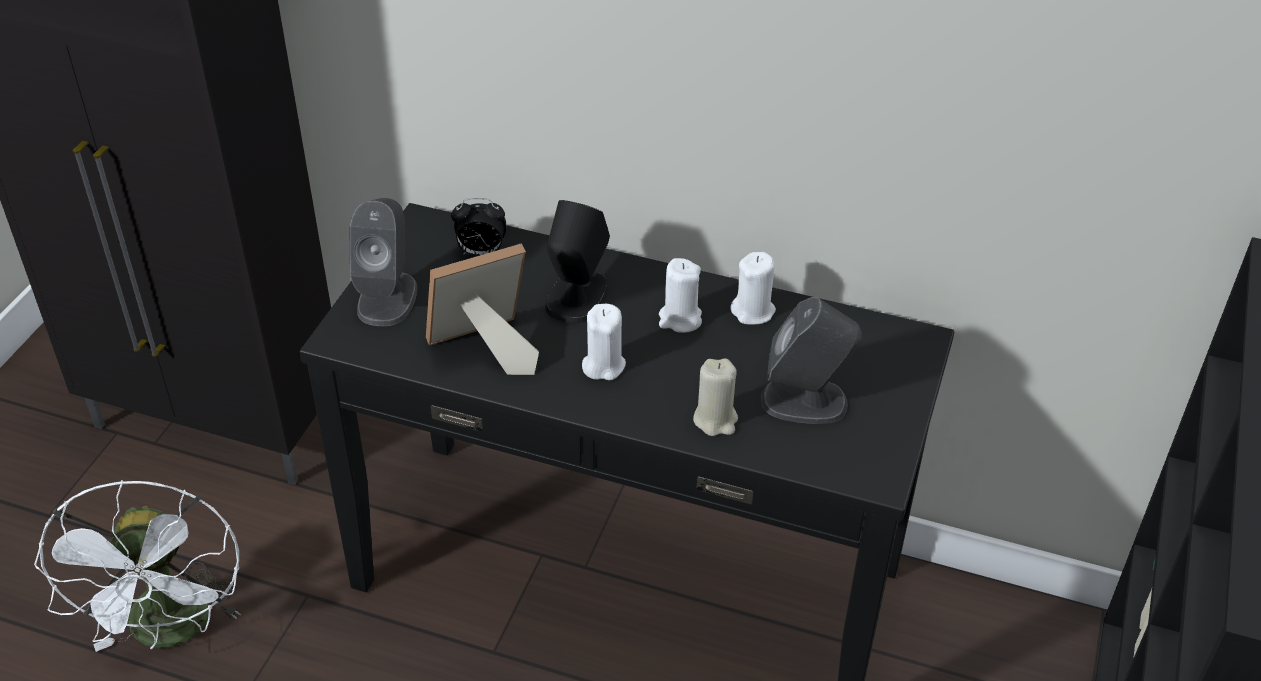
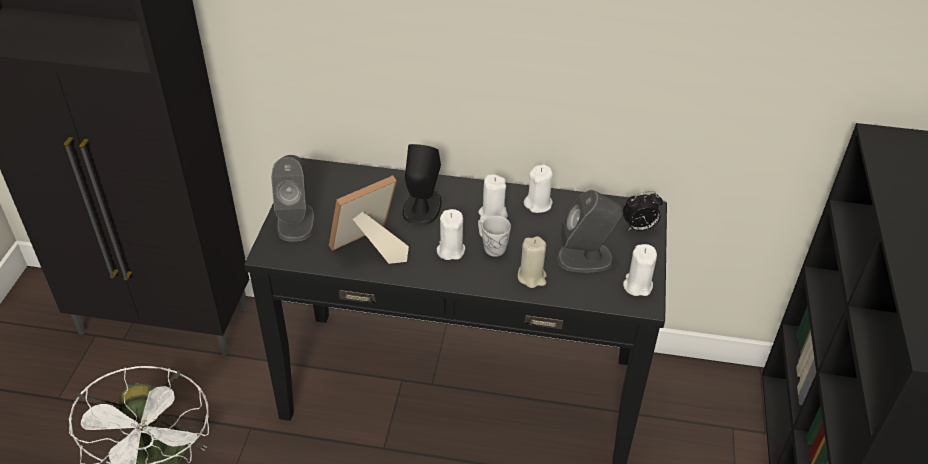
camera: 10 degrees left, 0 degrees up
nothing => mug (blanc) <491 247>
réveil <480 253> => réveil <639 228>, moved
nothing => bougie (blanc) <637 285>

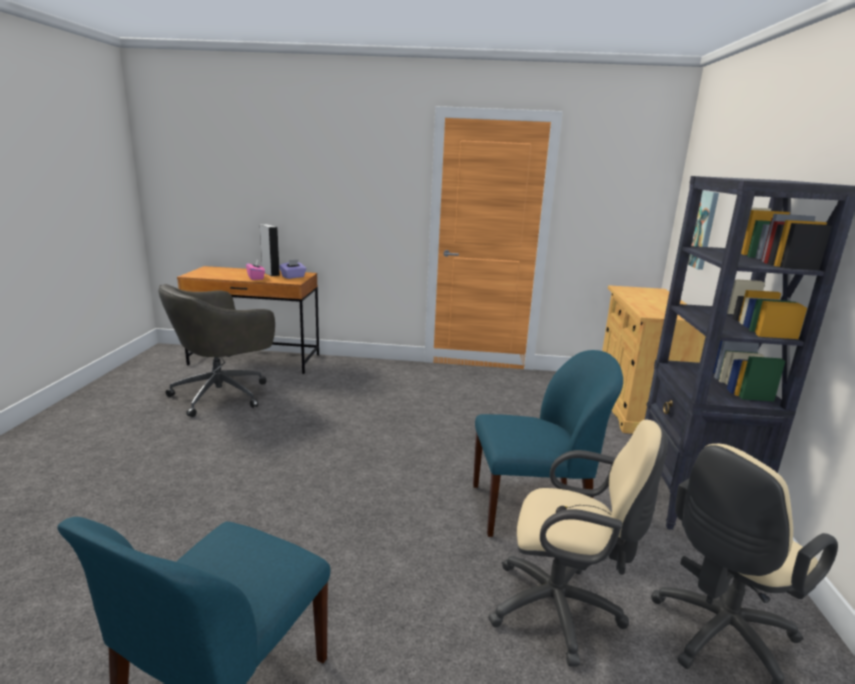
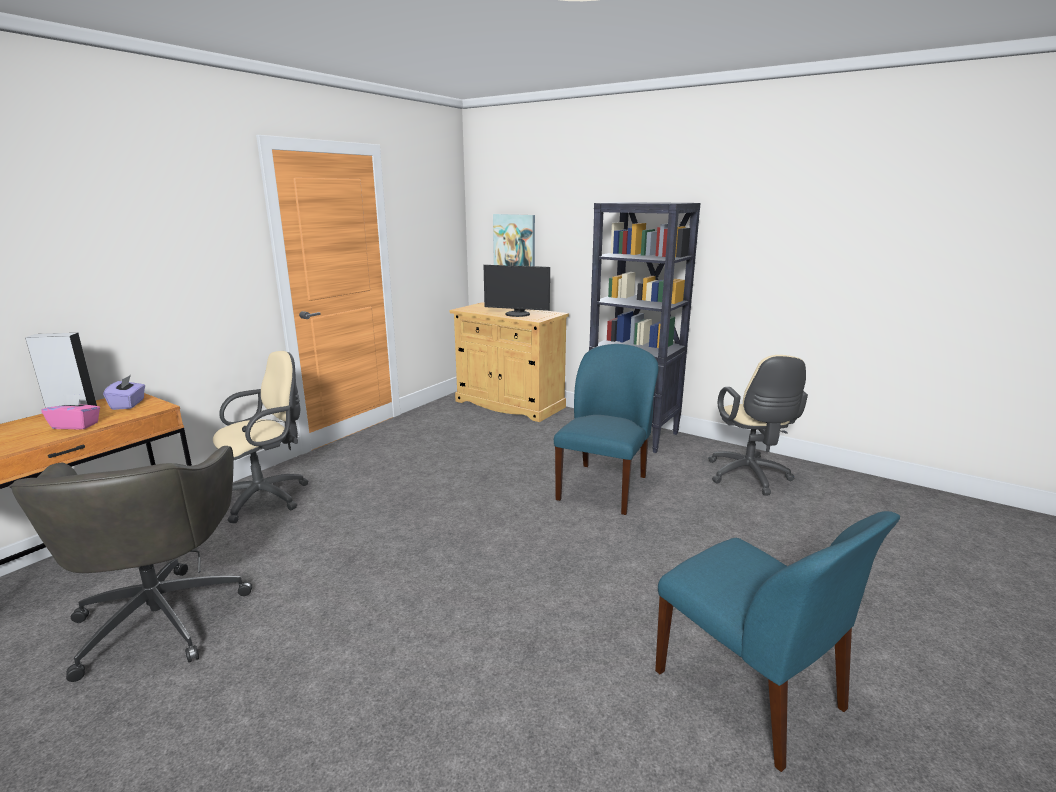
camera: 60 degrees left, 0 degrees up
chaise de bureau (beige) <562 610> => chaise de bureau (beige) <267 497>, moved
nothing => écran d'ordinateur <517 314>

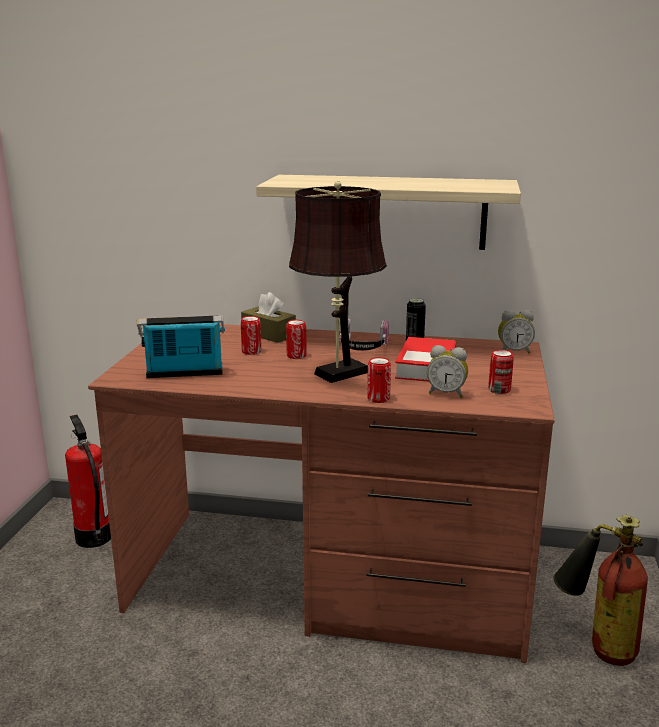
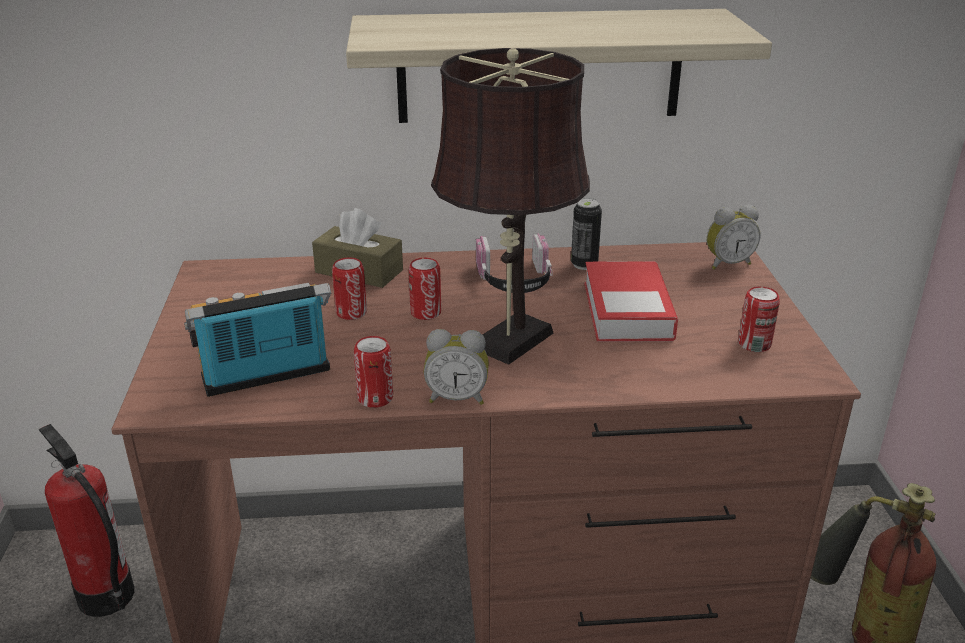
camera: 15 degrees left, 10 degrees up
boîte métallique <378 399> => boîte métallique <375 398>, moved
réveil <446 393> => réveil <457 398>, moved

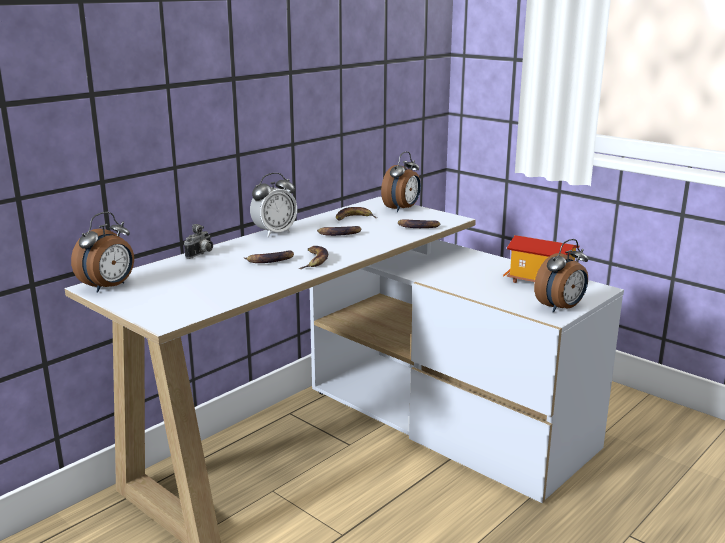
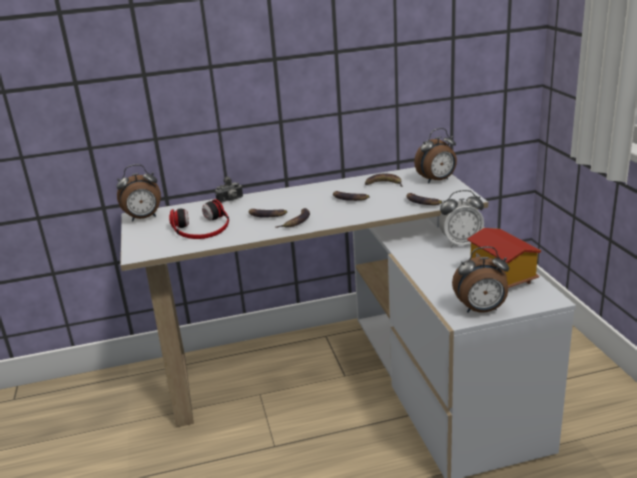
camera: 35 degrees right, 5 degrees up
nothing => casque audio <202 228>
réveil <274 233> => réveil <460 243>, moved

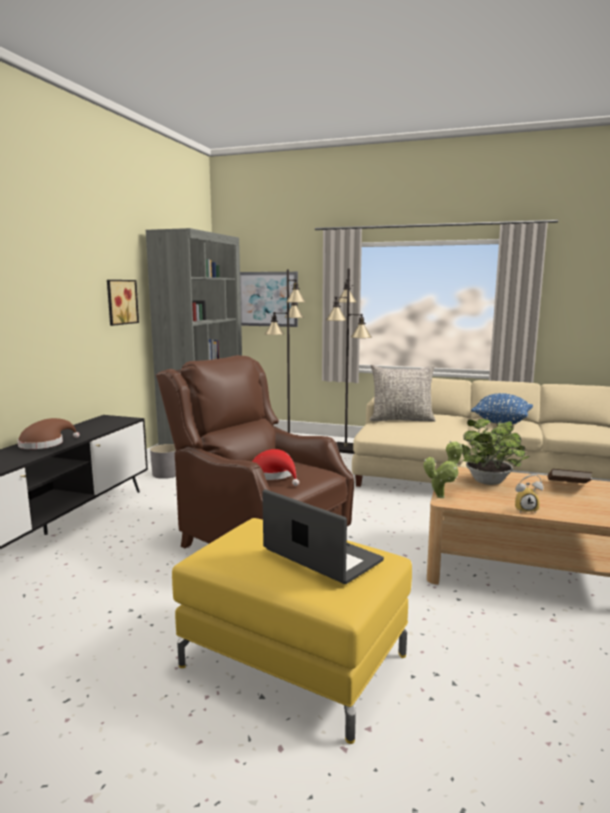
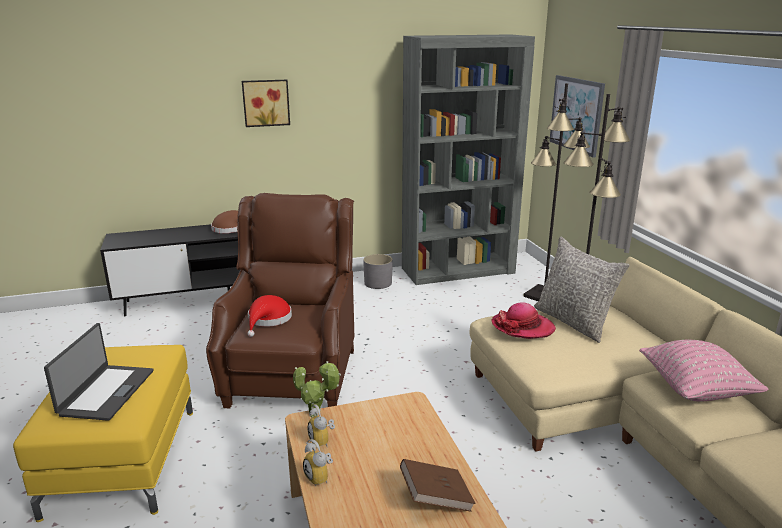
camera: 55 degrees right, 10 degrees up
tableau <120 302> => tableau <266 103>, moved
nothing => réveil <323 441>
nothing => chapeau <522 327>
coussin (bleu) <501 422> => coussin (rose) <695 389>
plante en pot <490 483> => nothing

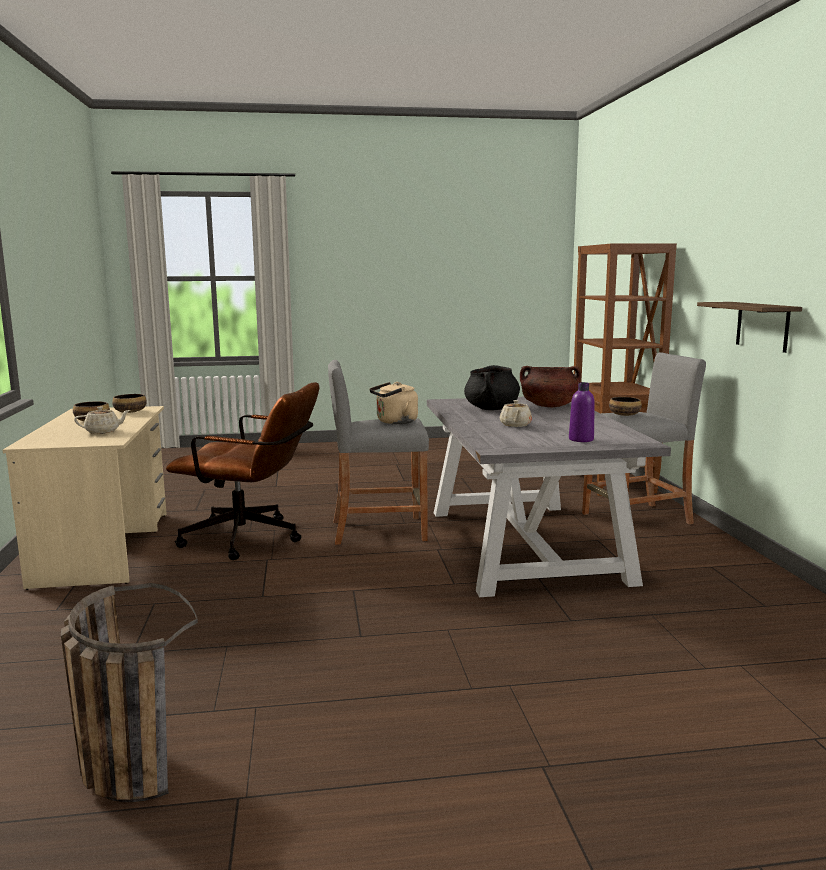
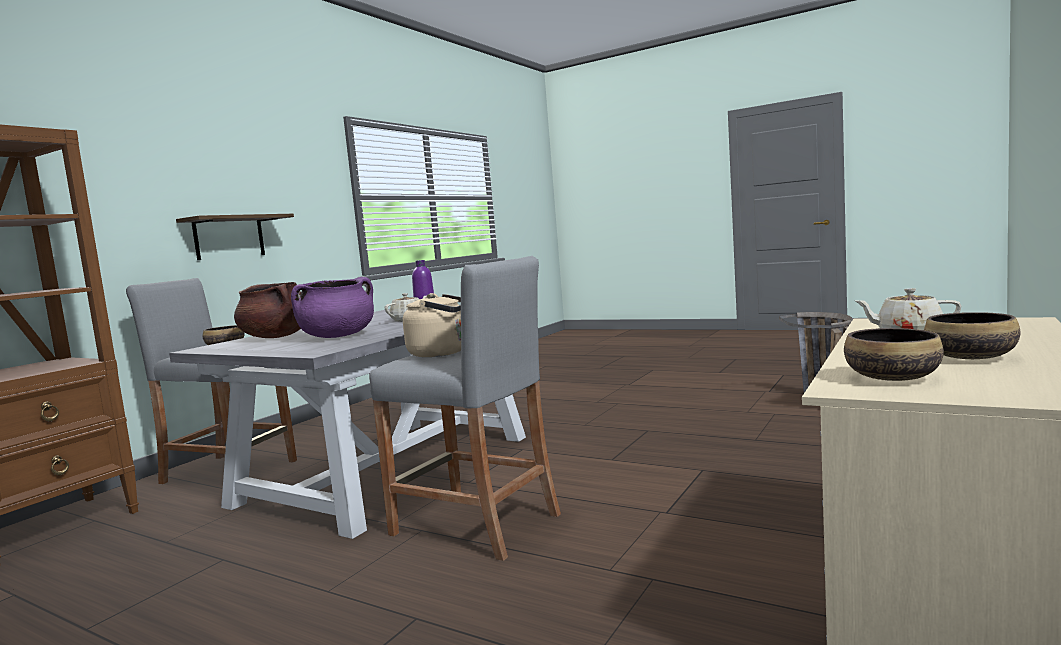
camera: 140 degrees left, 5 degrees down
marmite (noir) <491 409> => marmite (violet) <338 336>
chaise de bureau (marron) <252 539> => nothing

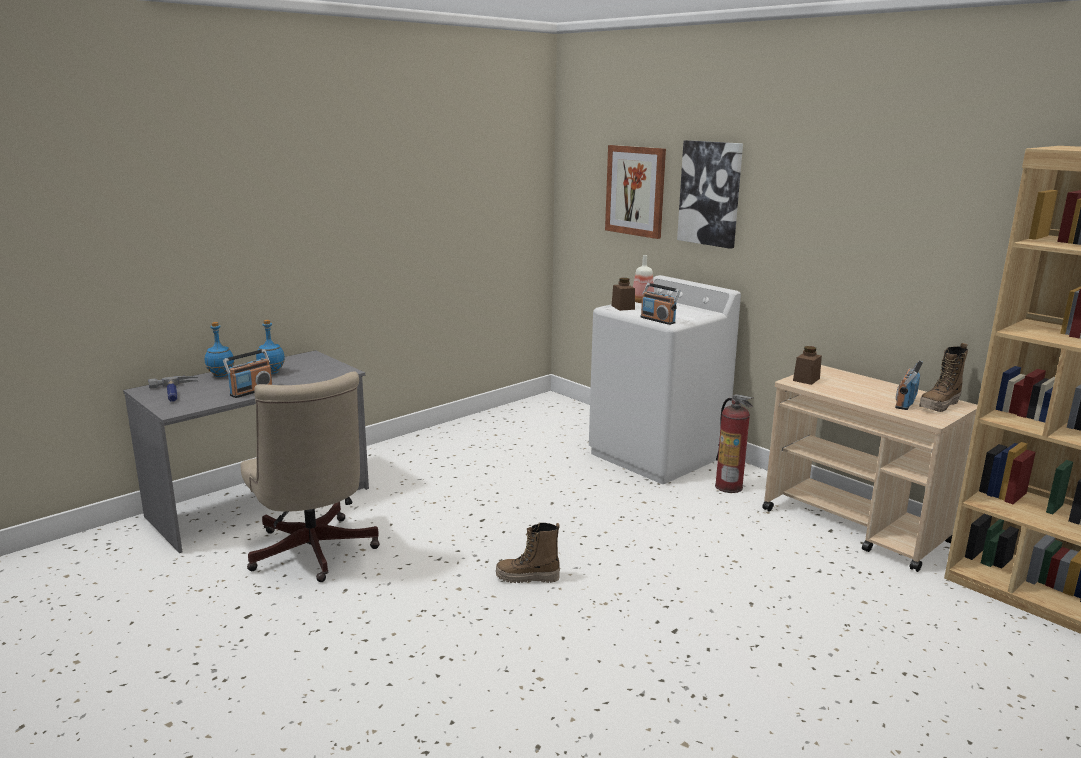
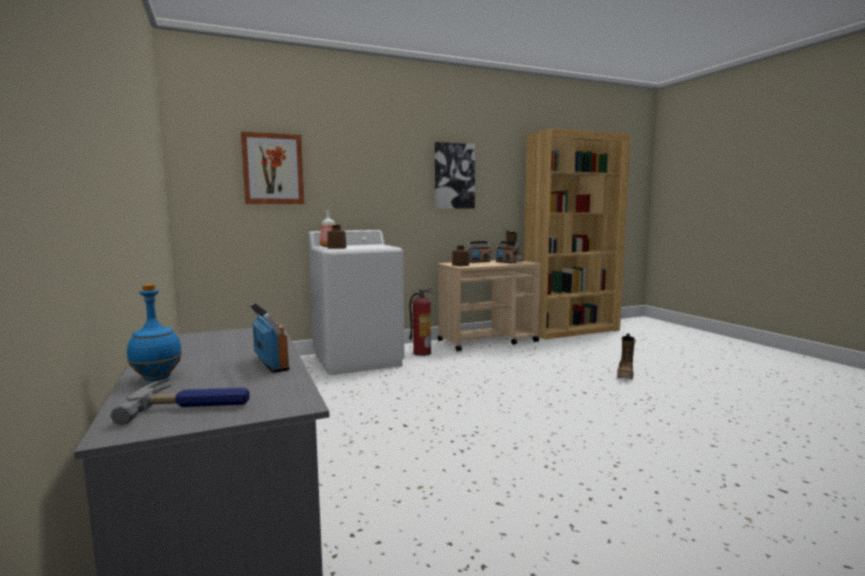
camera: 70 degrees left, 10 degrees down
tableau <710 193> => tableau <454 176>, moved
radio <658 320> => radio <479 262>, moved
botte <527 578> => botte <625 375>, moved
chaise de bureau (beige) <312 554> => nothing
bouteille (bleu) <272 373> => nothing

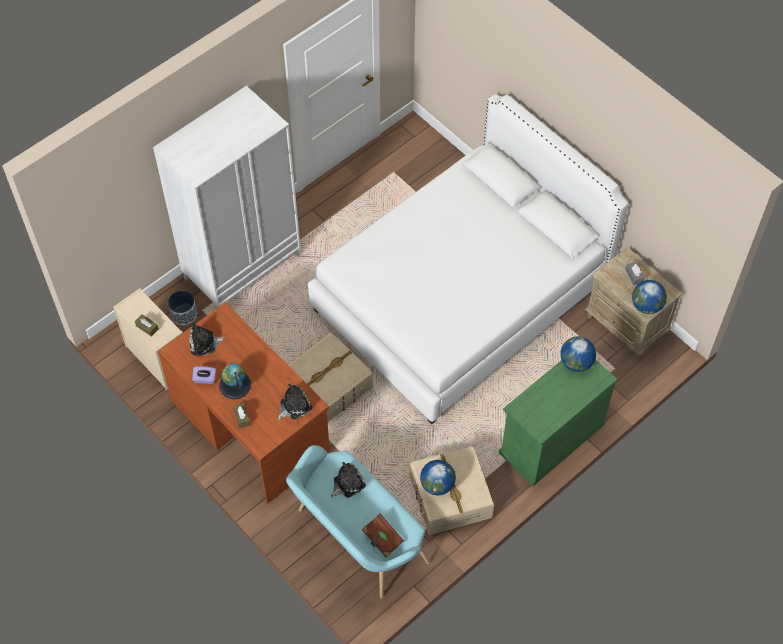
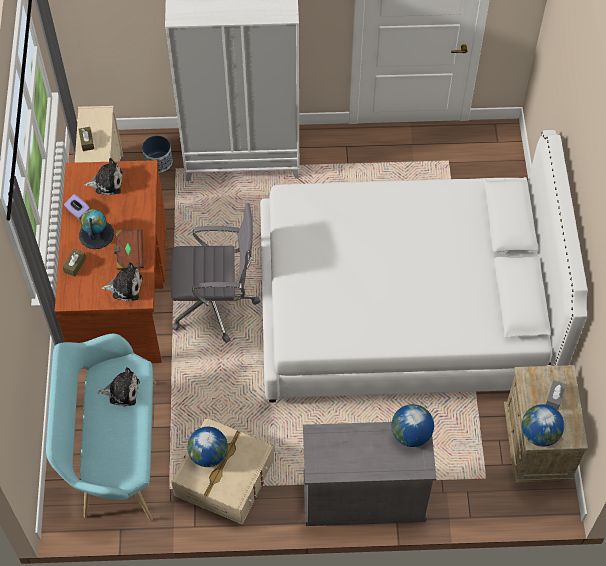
camera: 40 degrees right, 0 degrees up
peluche <204 343> => peluche <107 182>, 150 degrees clockwise
livre (marron) <382 539> => livre (marron) <129 254>, moved
boîte de rangement (beige) <328 385> => chaise de bureau (gris) <216 304>
meuble de rangement (vert) <551 438> => meuble de rangement (gris) <364 496>

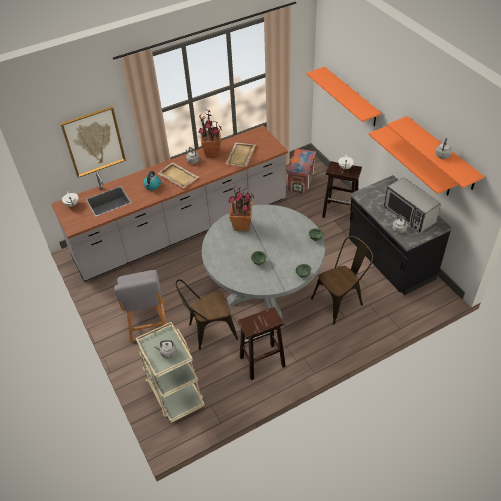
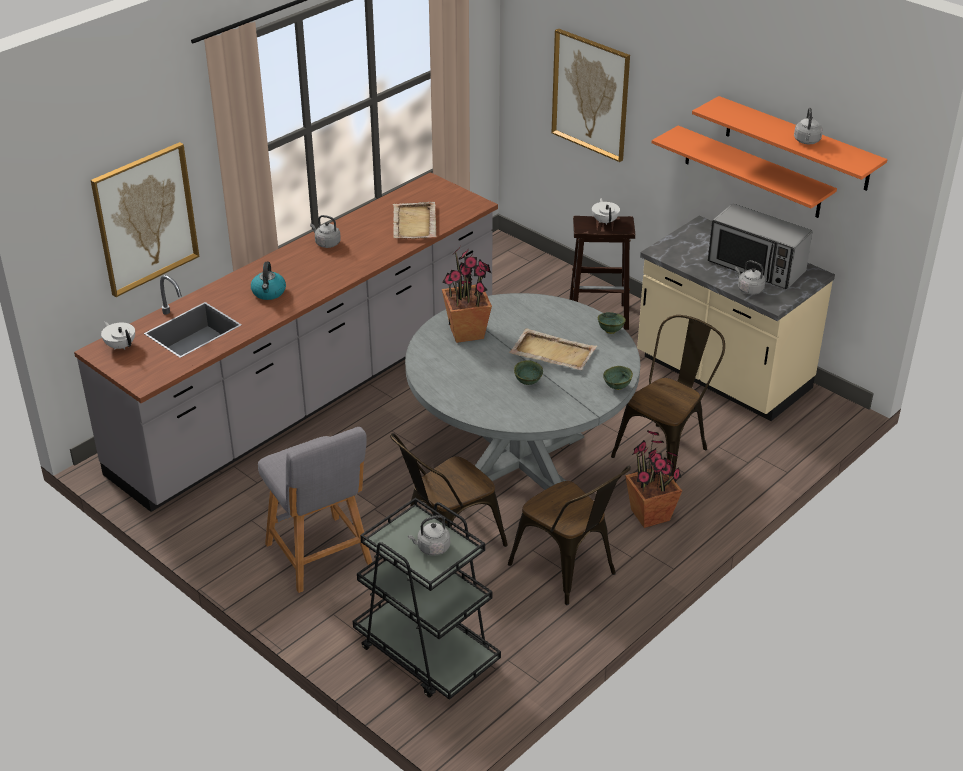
camera: 20 degrees left, 10 degrees down
chariot (beige) <174 391> => chariot (noir) <425 652>
tabouret (marron) <261 362> => chaise (marron) <569 572>
plateau (beige) <178 176> => plateau (beige) <552 352>, moved
étagère (orange) <351 97> => tableau <591 94>
plante en pot <212 152> => plante en pot <650 515>, moved
comptoir de cuisine (noir) <390 261> => comptoir de cuisine (beige) <722 375>
caisse <301 182> => nothing

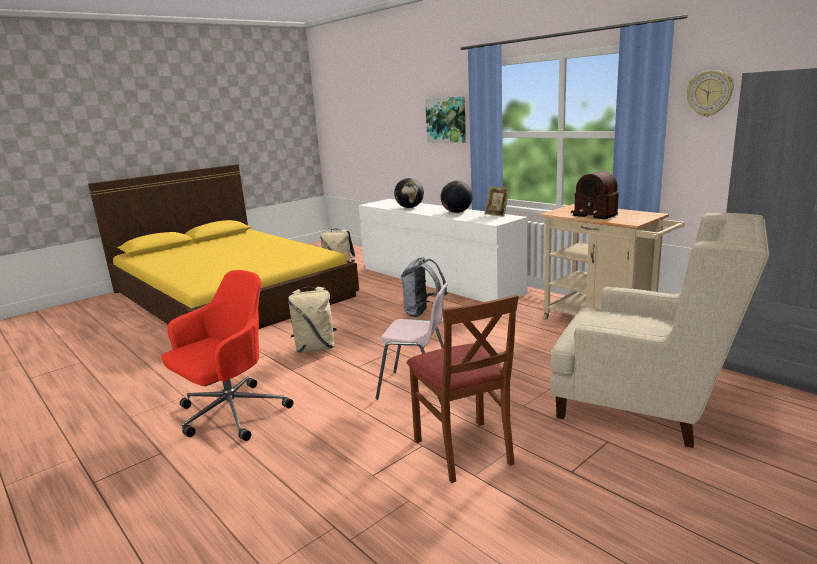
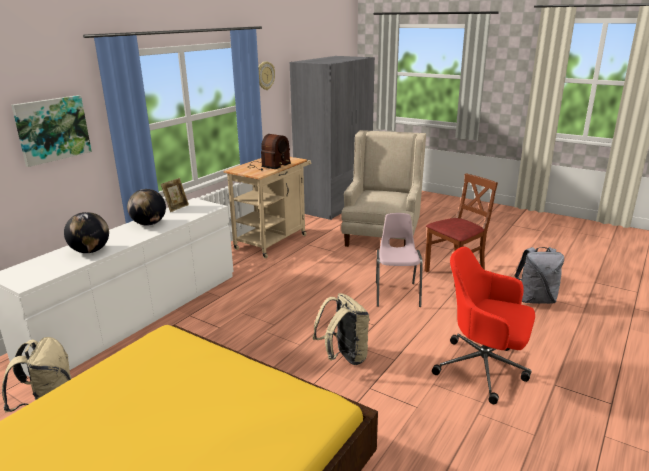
camera: 105 degrees left, 5 degrees up
sac à dos (gris) <423 313> => sac à dos (gris) <535 300>, moved

